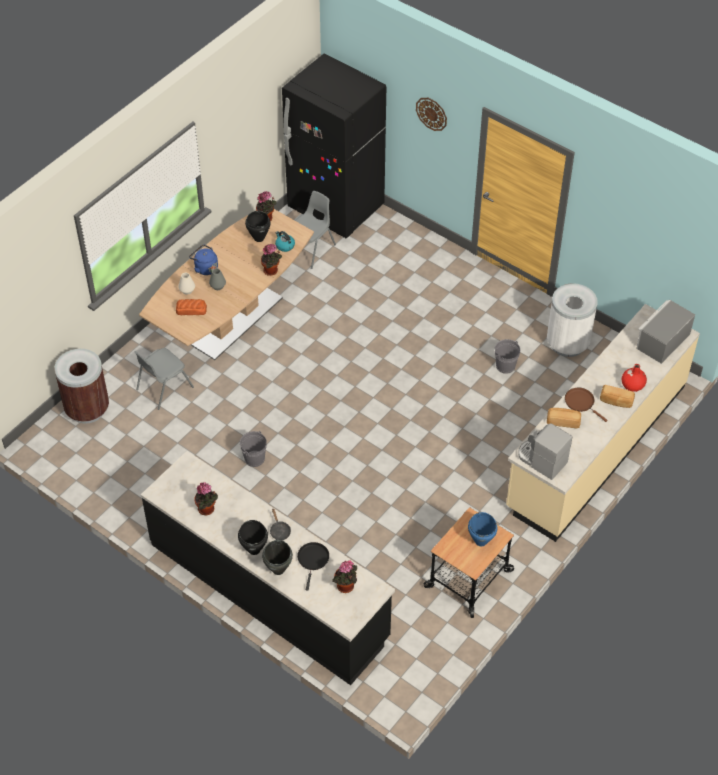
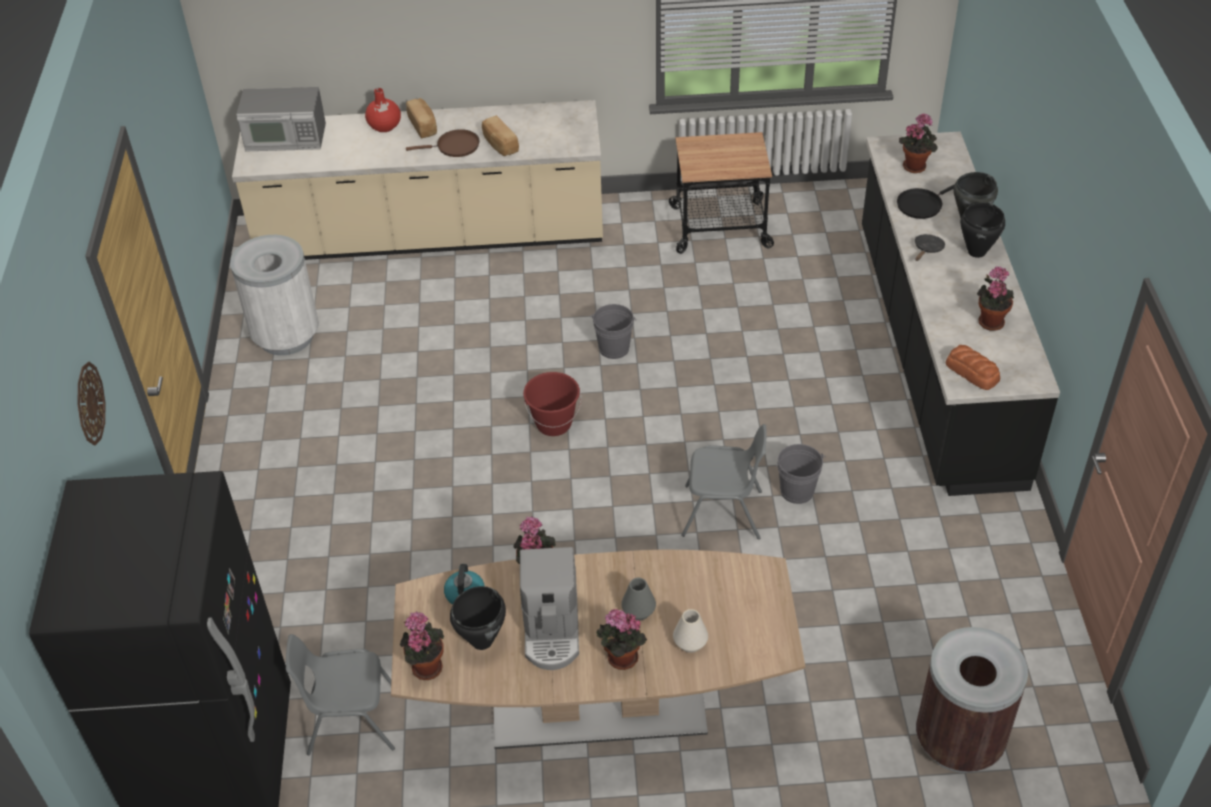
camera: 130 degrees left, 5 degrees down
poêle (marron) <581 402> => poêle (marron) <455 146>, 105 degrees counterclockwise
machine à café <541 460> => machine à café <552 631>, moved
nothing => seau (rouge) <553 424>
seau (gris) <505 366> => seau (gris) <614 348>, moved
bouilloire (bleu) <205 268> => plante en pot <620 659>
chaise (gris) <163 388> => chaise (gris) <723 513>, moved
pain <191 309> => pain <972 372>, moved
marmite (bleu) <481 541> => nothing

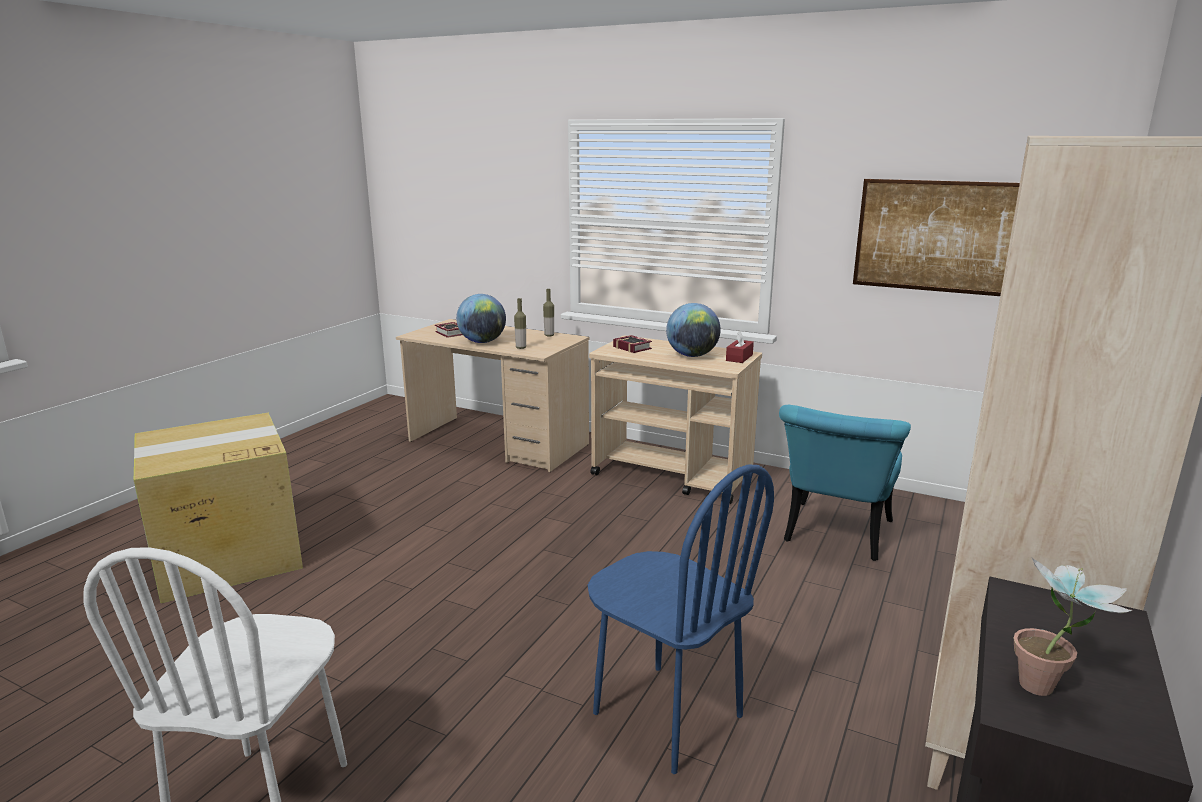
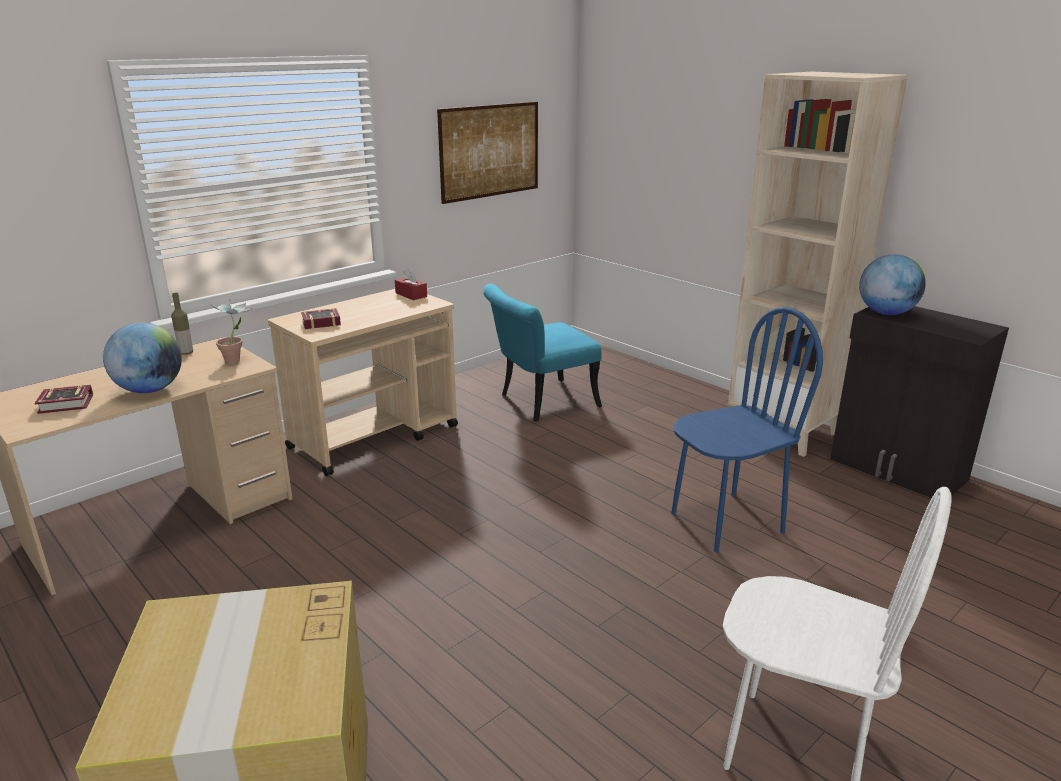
camera: 70 degrees left, 5 degrees up
plante en pot <1049 690> => plante en pot <238 360>, moved
chaise (turquoise) <835 537> => chaise (turquoise) <540 402>, 105 degrees clockwise
globe <692 355> => globe <886 313>, moved
bouteille <521 347> => nothing

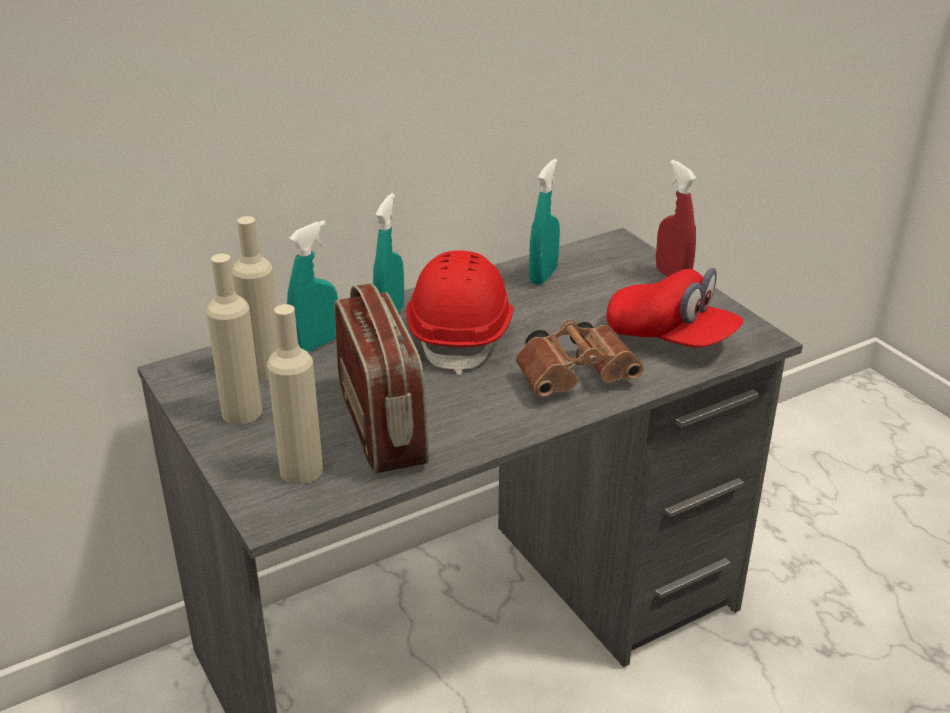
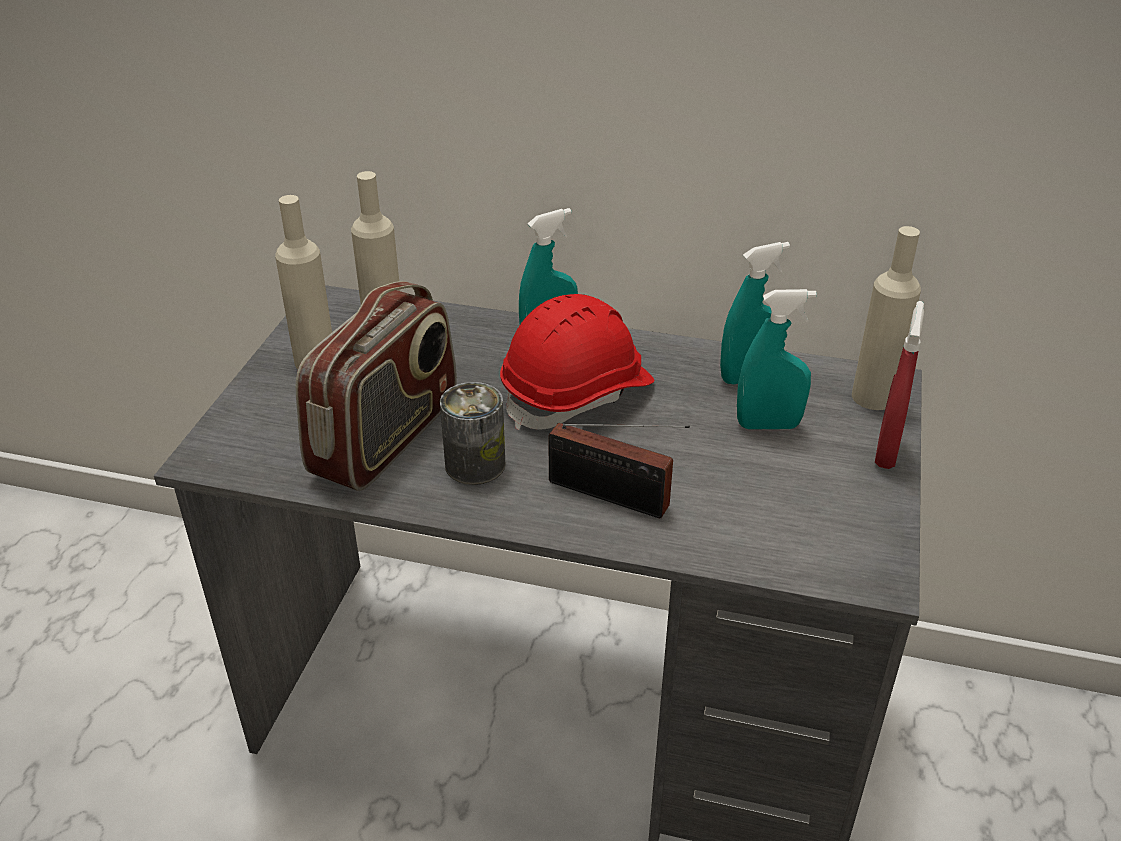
camera: 45 degrees right, 5 degrees up
nothing => boîte métallique <475 464>
jumelles (marron) <578 377> => radio <614 497>
vaporisateur (turquoise) <316 344> => vaporisateur (turquoise) <768 425>, moved
bouteille (beige) <301 470> => bouteille (beige) <873 397>, moved
casquette (rouge) <670 338> => nothing

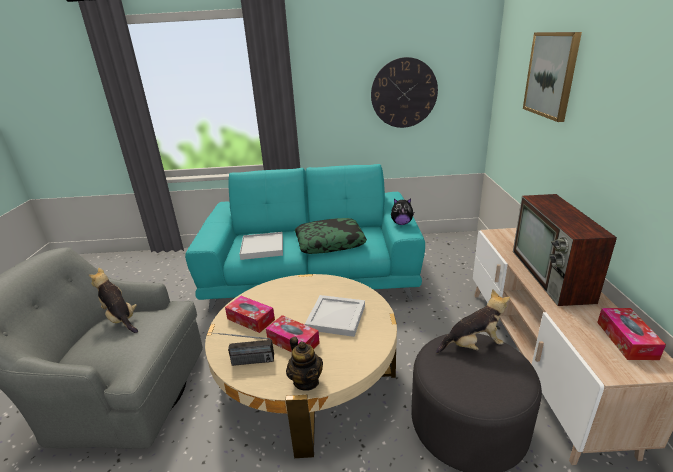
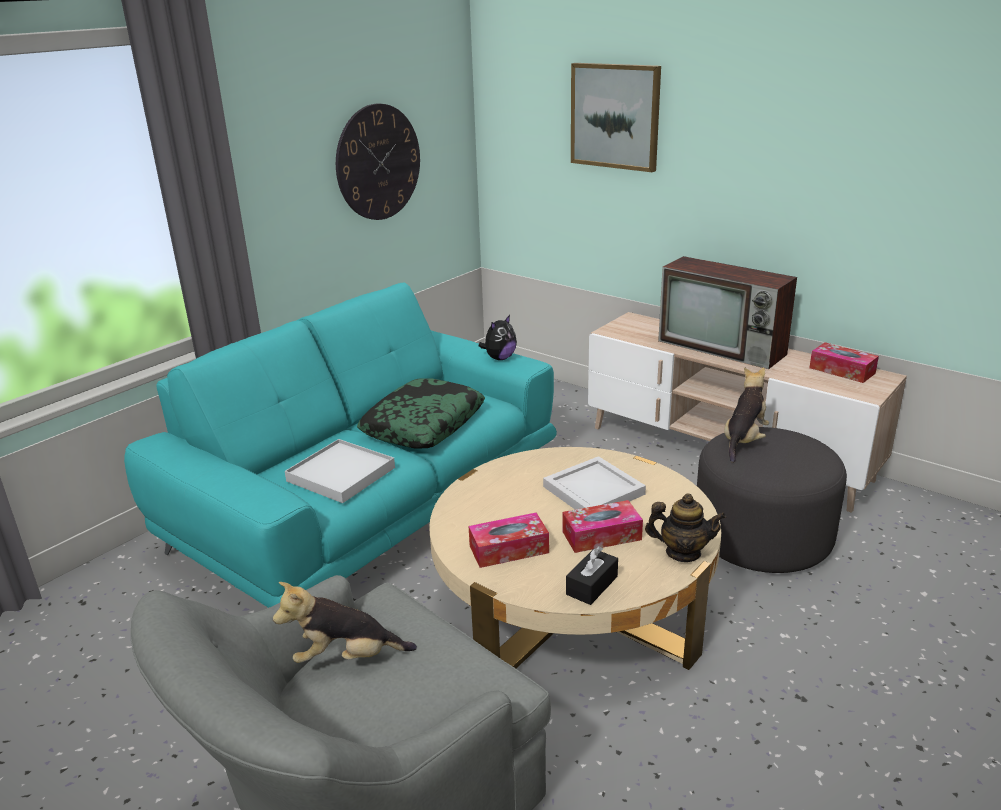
camera: 50 degrees left, 0 degrees up
radio <241 362> => boîte à mouchoirs (noir) <592 585>

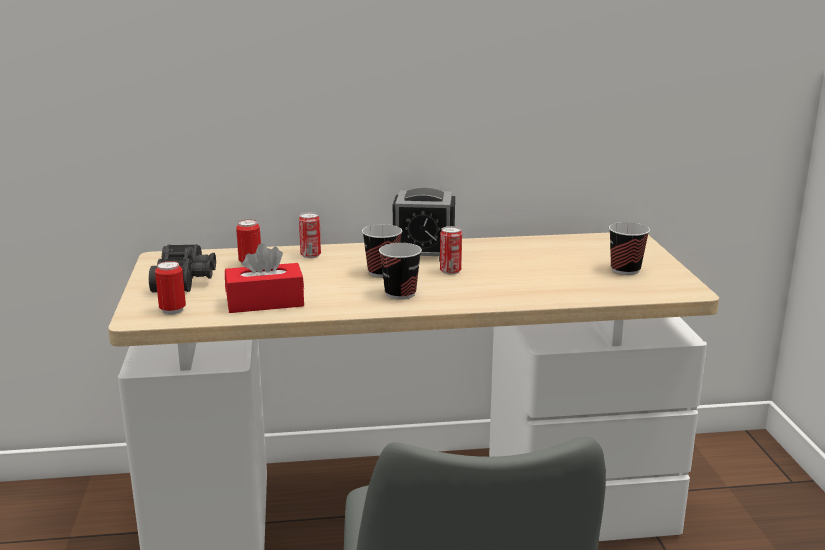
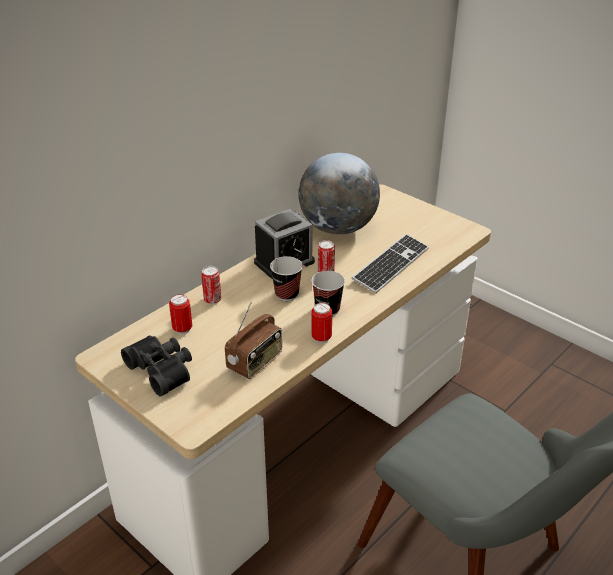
camera: 40 degrees left, 15 degrees up
boîte à mouchoirs (rouge) <265 302> => radio <255 362>
nothing => globe <337 228>
boîte métallique <172 310> => boîte métallique <321 338>, moved
nothing => clavier <391 265>
tasse <625 270> => nothing

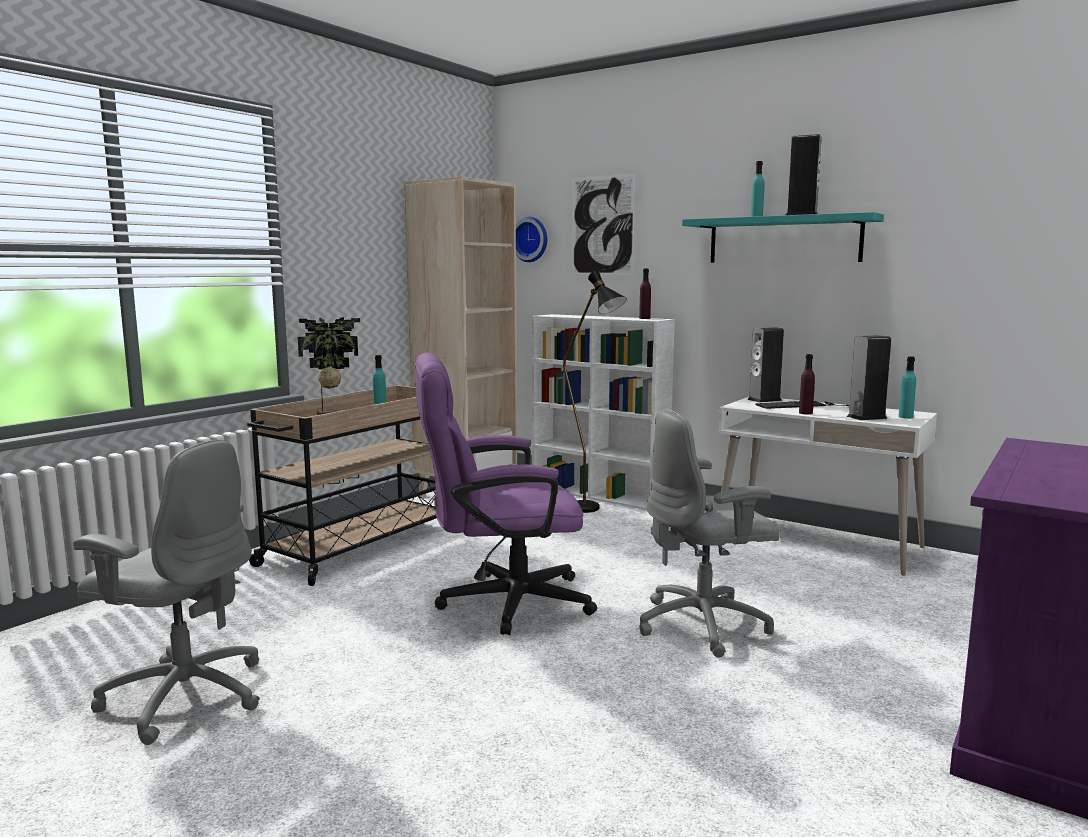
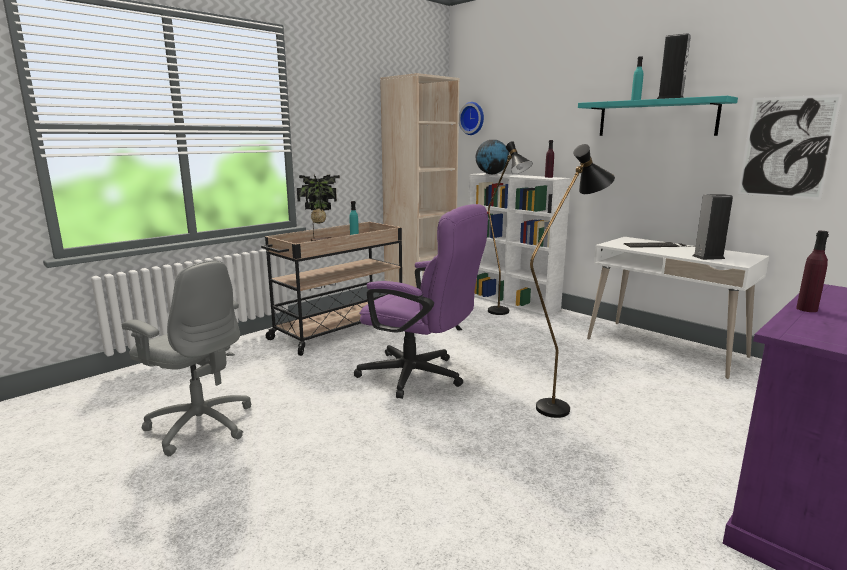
camera: 10 degrees right, 5 degrees up
chaise de bureau (violet) <500 602> => chaise de bureau (violet) <420 377>, 150 degrees counterclockwise
nothing => globe <491 174>
chaise de bureau (gris) <704 625> => lampadaire (noir) <561 405>
tableau <602 225> => tableau <786 147>, moved
bouteille (violet) <805 413> => bouteille (violet) <806 309>, moved
enceinte <764 400> => nothing
bouteille (turquoise) <905 417> => nothing

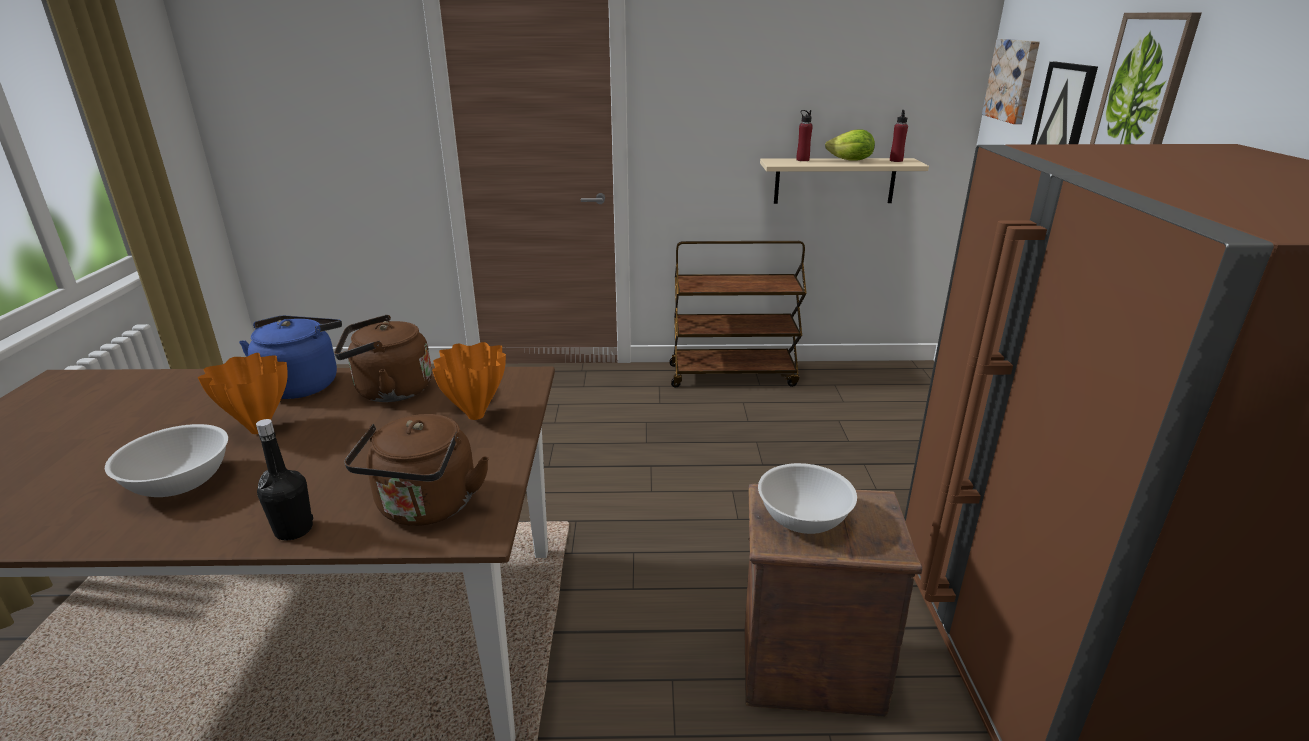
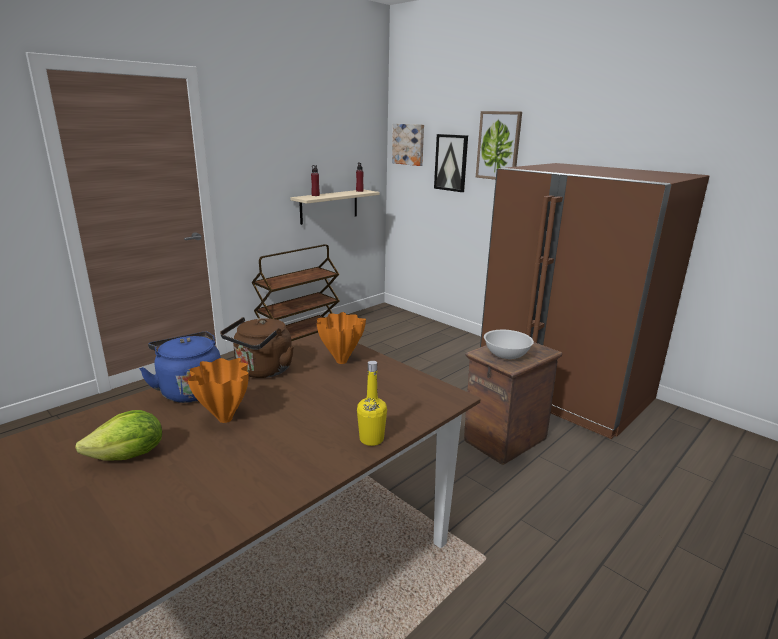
camera: 45 degrees left, 5 degrees down
laitue <851 161> => laitue <129 456>, moved
bouteille (noir) <294 530> => bouteille (jaune) <371 439>
bol (blanc) <180 482> => nothing
bouilloire (marron) <426 508> => nothing

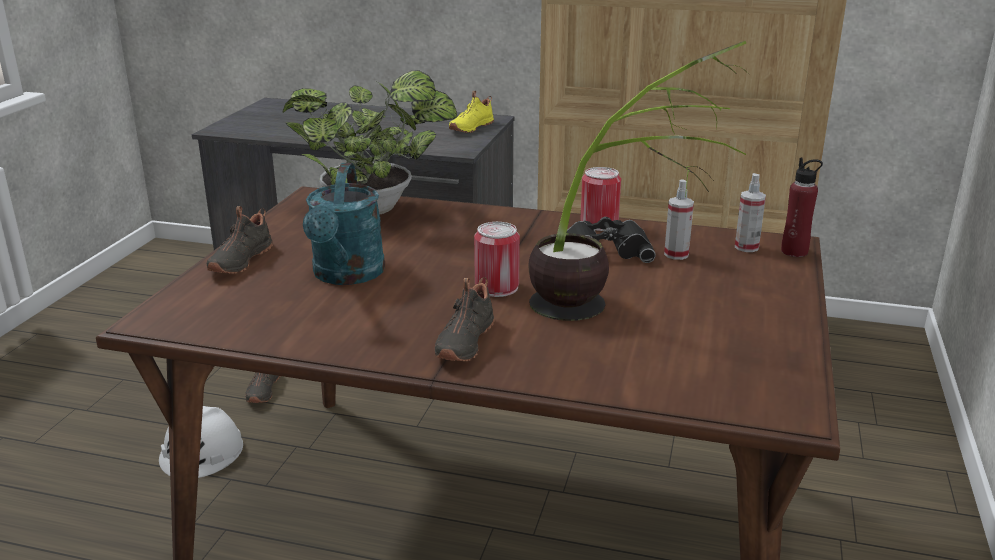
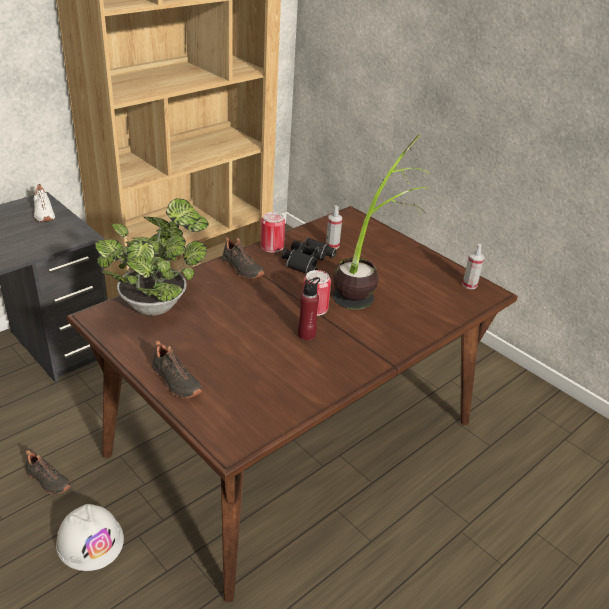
camera: 60 degrees left, 10 degrees up
chaussure (jaune) <470 127> => chaussure (blanc) <43 214>
chaussure (noir) <463 341> => chaussure (noir) <241 269>, moved
bouteille (rouge) <794 251> => bouteille (rouge) <306 334>, moved
vaporisateur <746 247> => vaporisateur <469 285>, moved
arrosoir (turquoise) <346 276> => nothing

